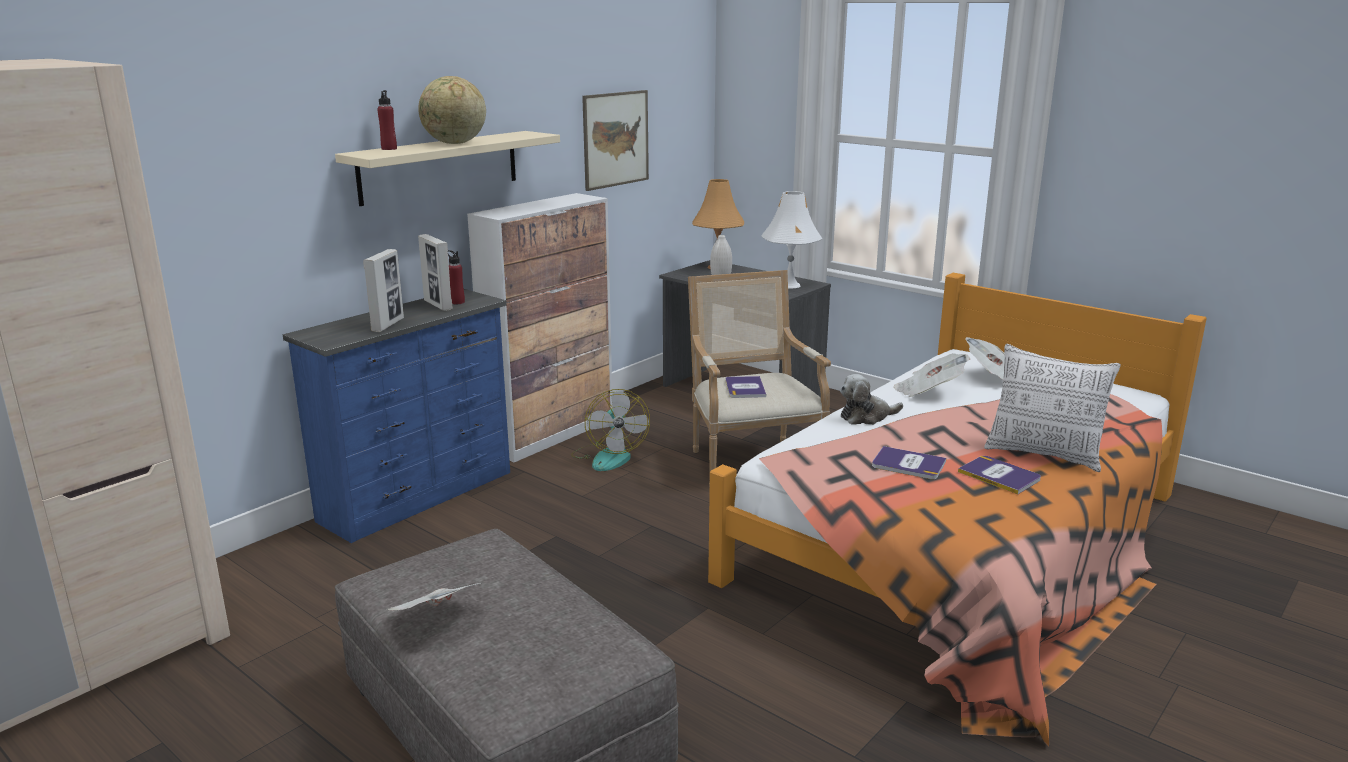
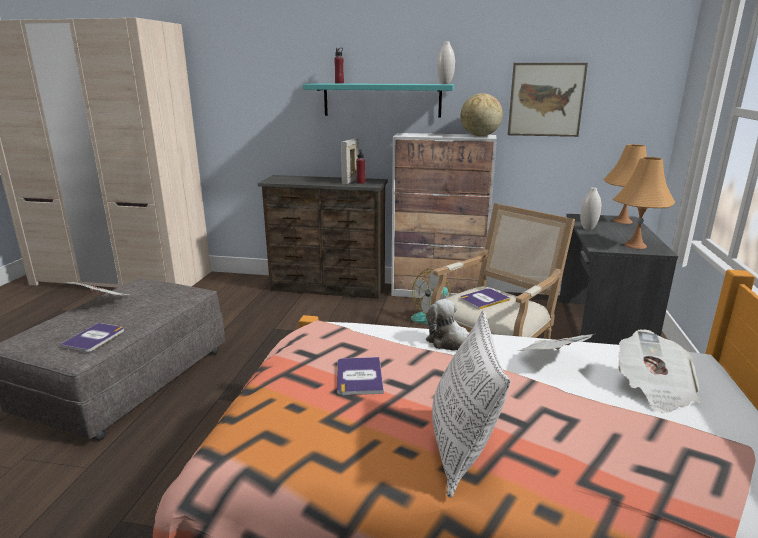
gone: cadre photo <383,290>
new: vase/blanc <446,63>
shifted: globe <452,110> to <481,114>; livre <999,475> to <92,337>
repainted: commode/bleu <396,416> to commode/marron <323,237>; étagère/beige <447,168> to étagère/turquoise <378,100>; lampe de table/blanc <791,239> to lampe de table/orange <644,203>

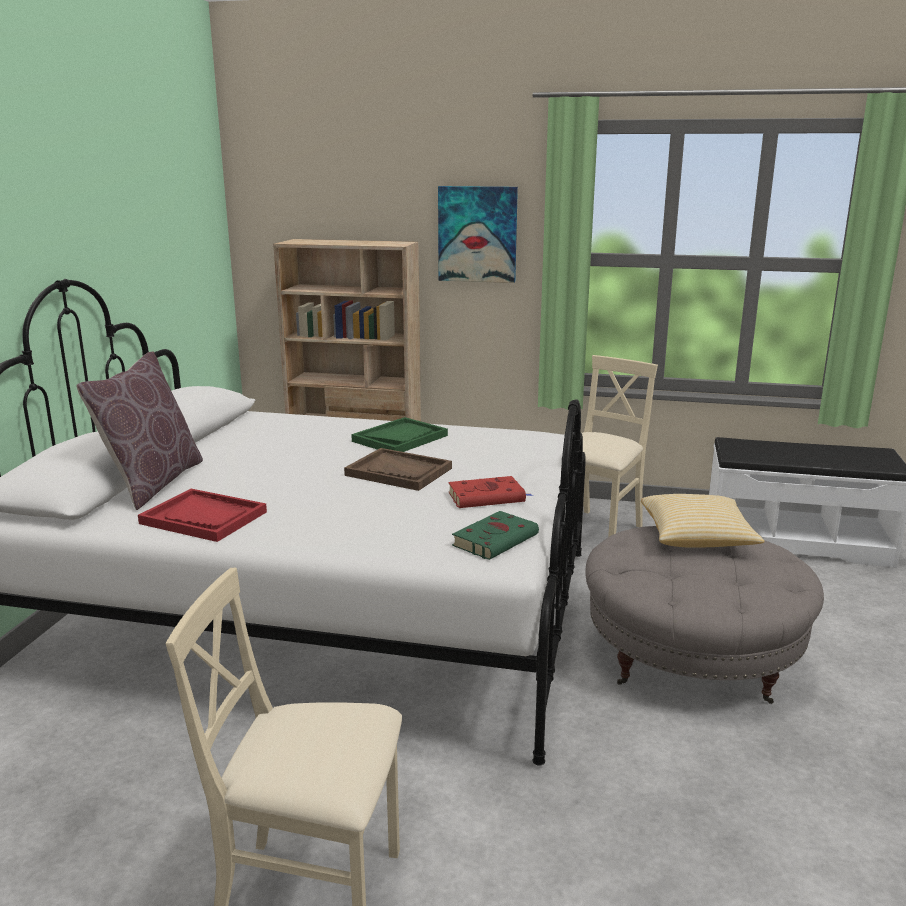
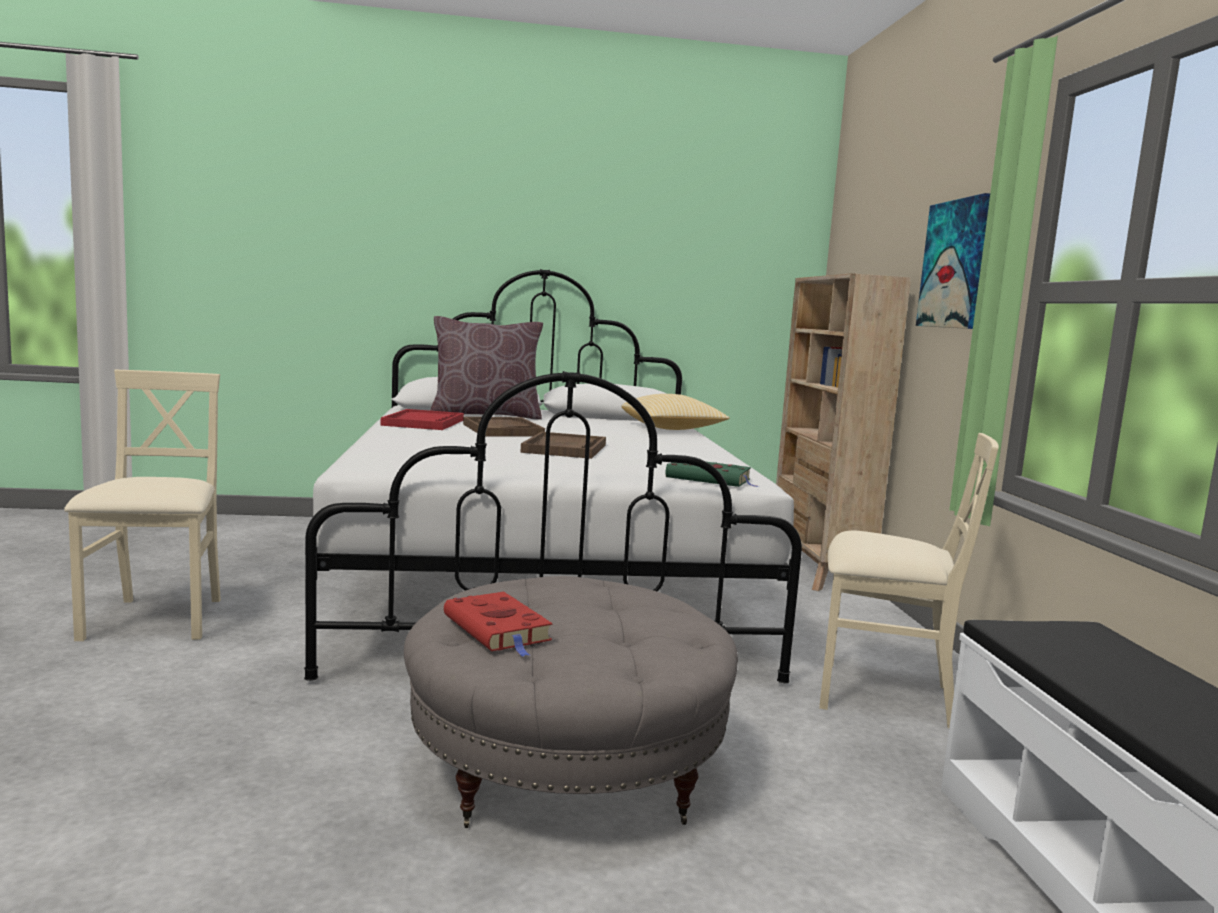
gone: plateau/vert <399,434>
new: plateau/marron <504,426>
shifted: livre/rouge <490,492> to <498,624>; livre/vert <495,535> to <711,474>; coussin <703,521> to <676,412>

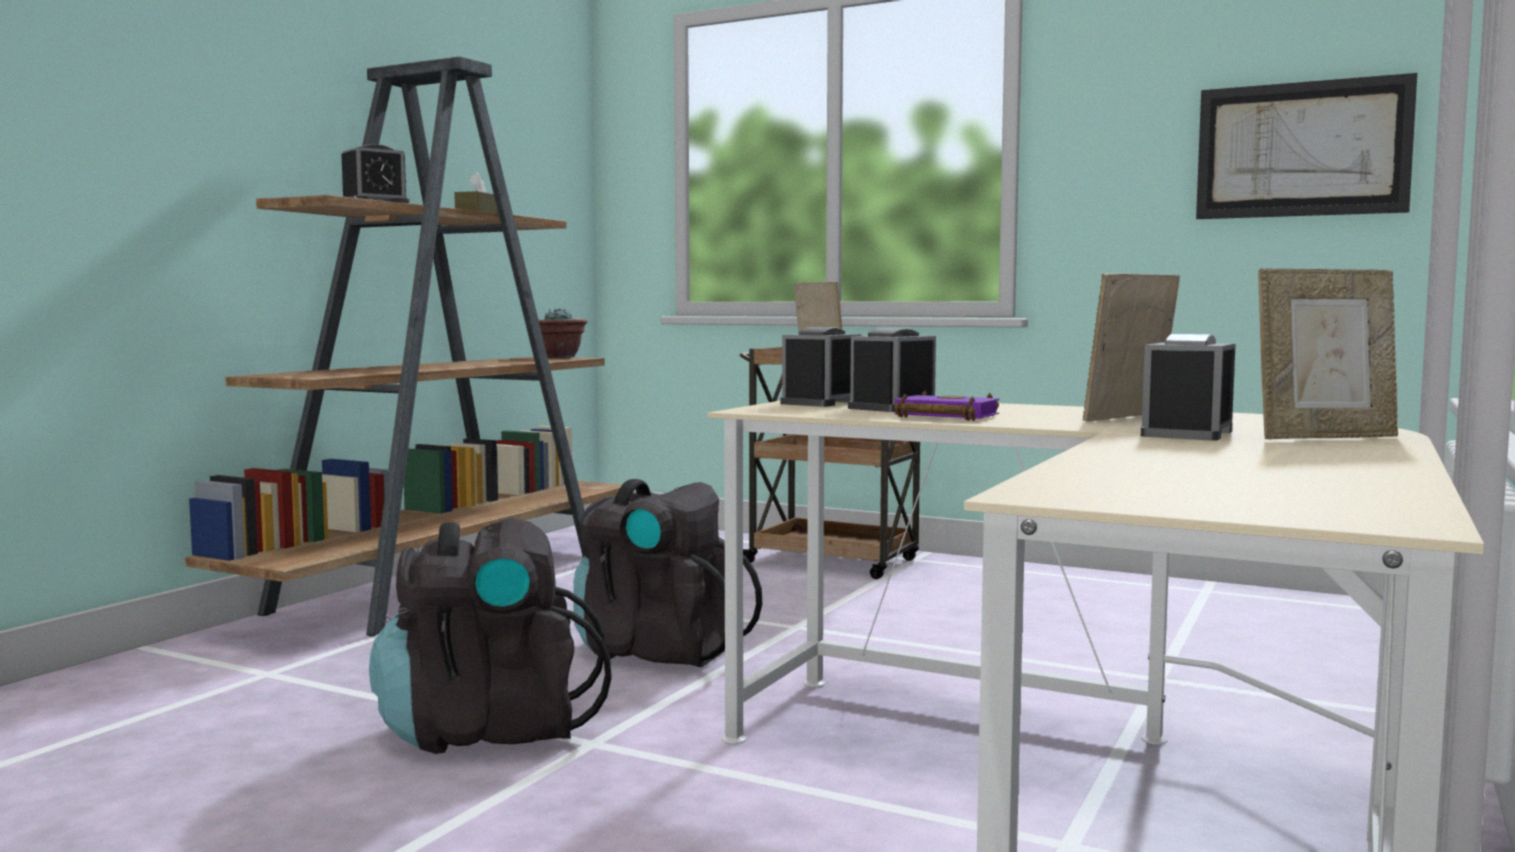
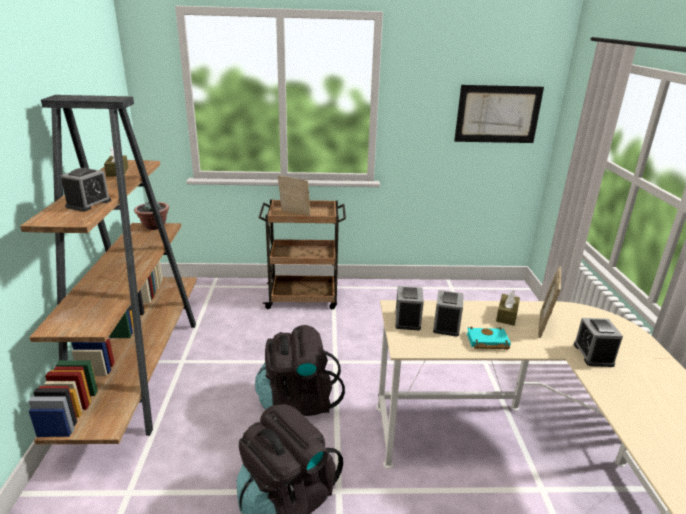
gone: cadre photo <1328,354>
new: boîte à mouchoirs/marron <508,308>
repainted: livre/violet <947,405> to livre/turquoise <489,338>

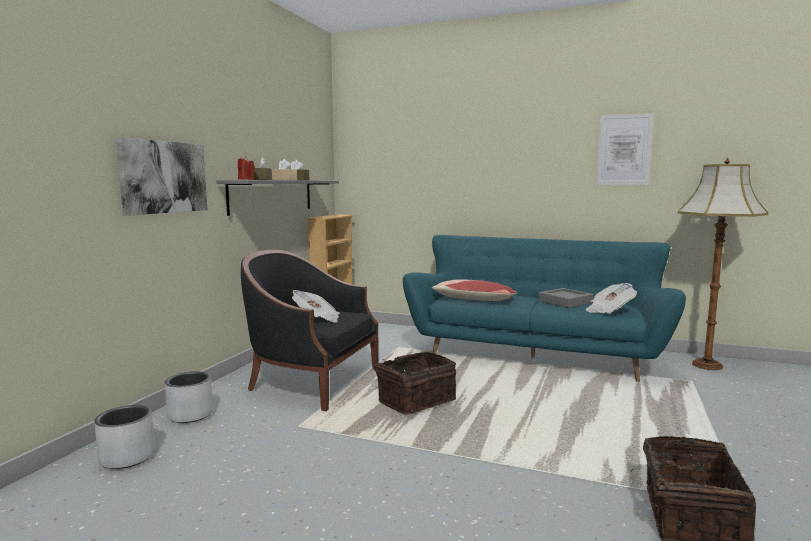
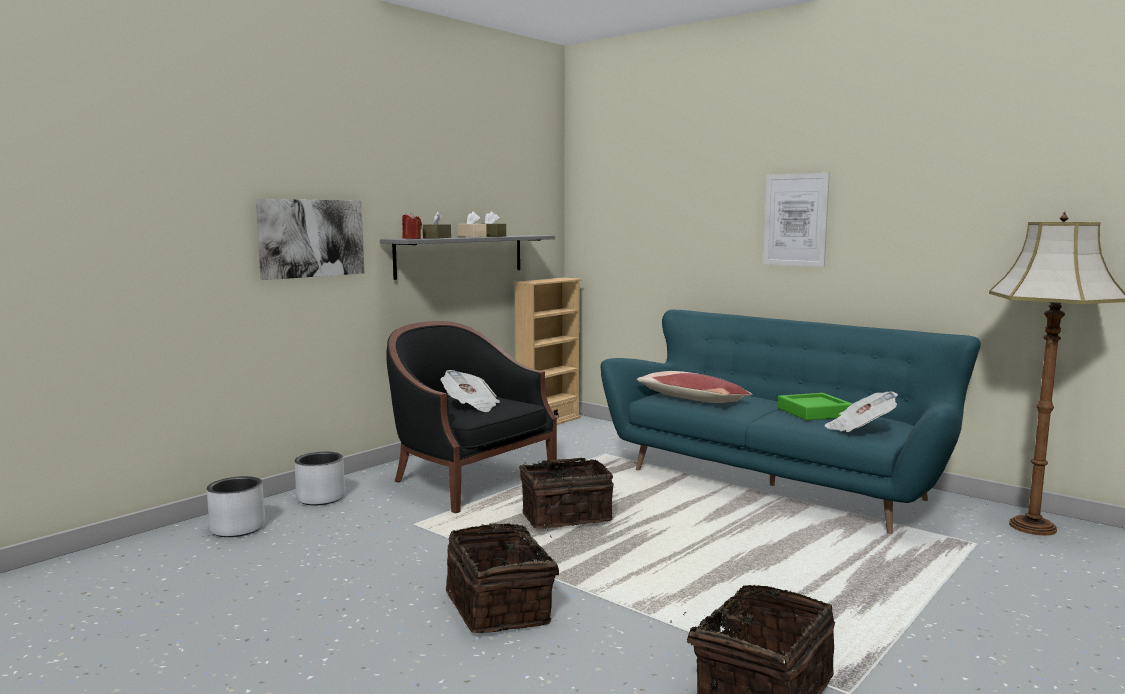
new: panier <502,578>
shifted: tableau <625,149> to <796,220>
repainted: plateau/gris <566,298> to plateau/vert <815,406>

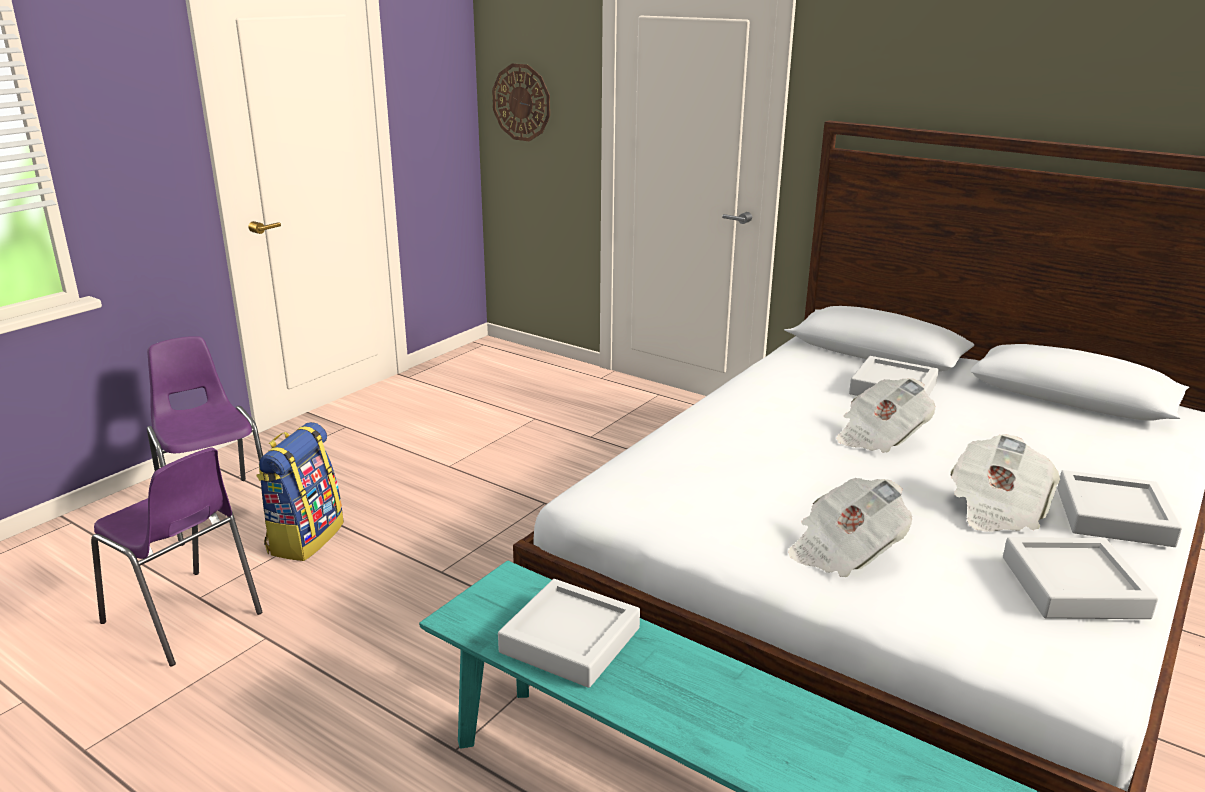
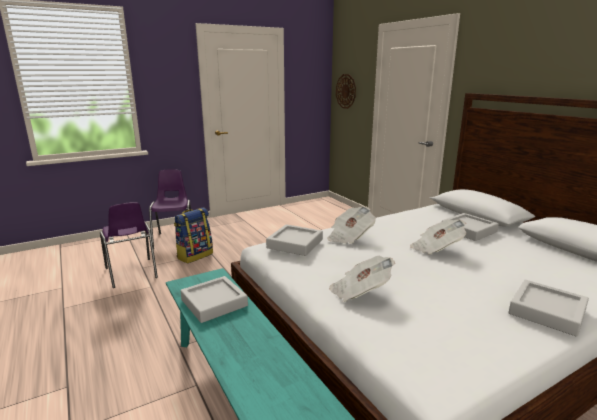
shifted: journal <1005,483> to <351,225>; plateau/gris <1080,578> to <294,240>

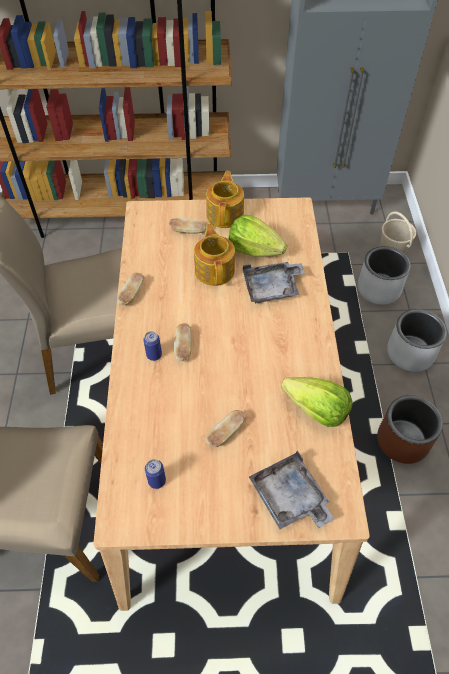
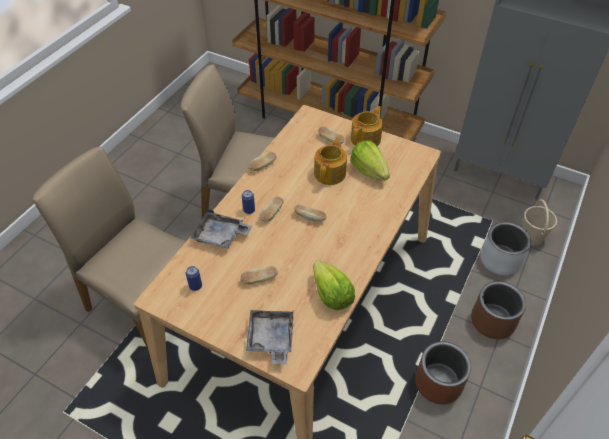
new: pain <310,213>
shifted: plateau/gris <274,282> to <221,229>
repainted: cache-pot/gris <417,340> to cache-pot/marron <498,310>

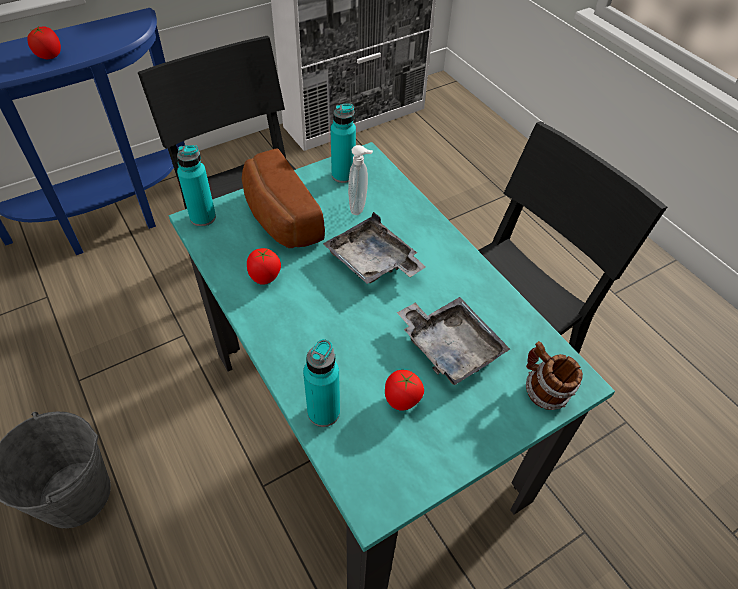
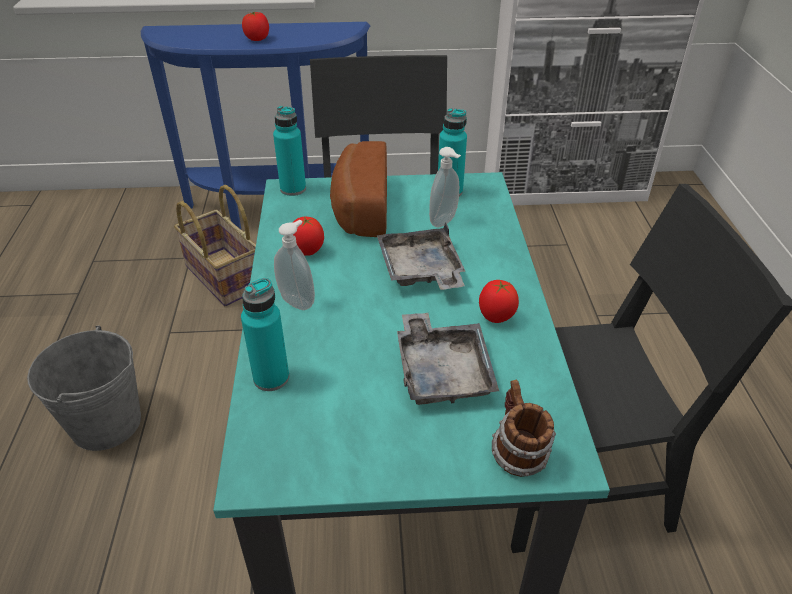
new: panier <215,245>; distributeur de savon <294,265>
shifted: tomate <404,390> to <499,301>

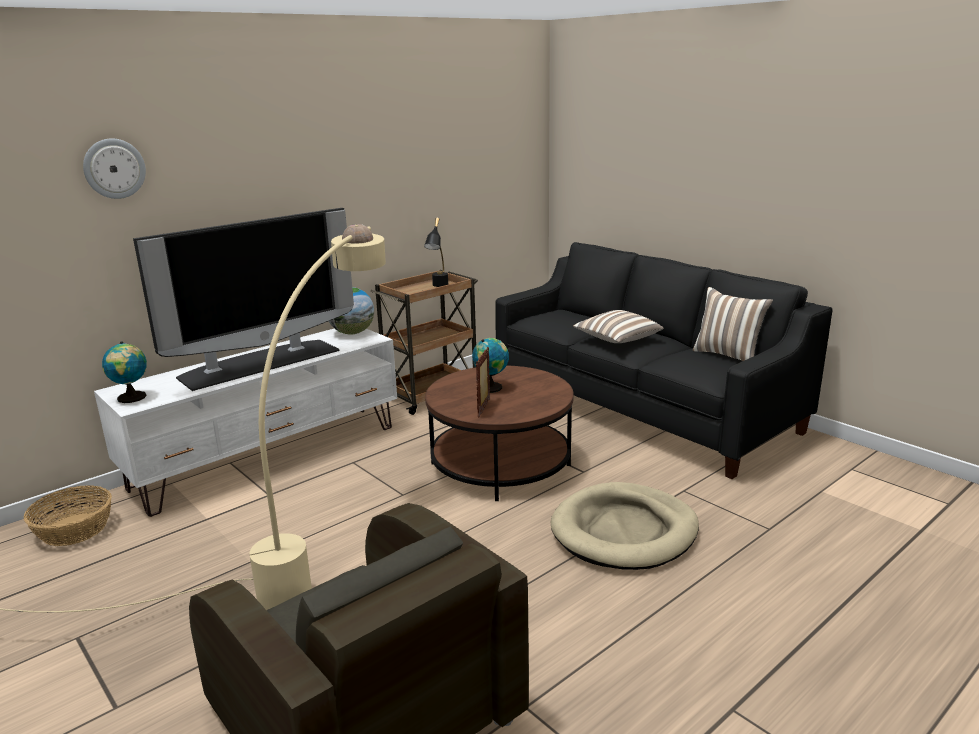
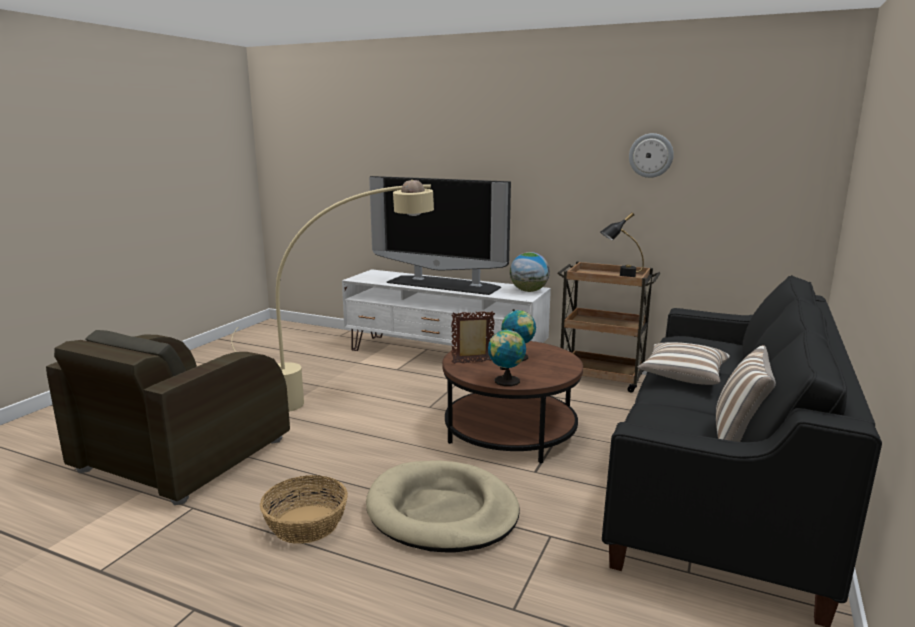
shifted: panier <68,516> to <304,509>; horloge murale <114,168> to <651,155>; globe <124,372> to <507,357>

